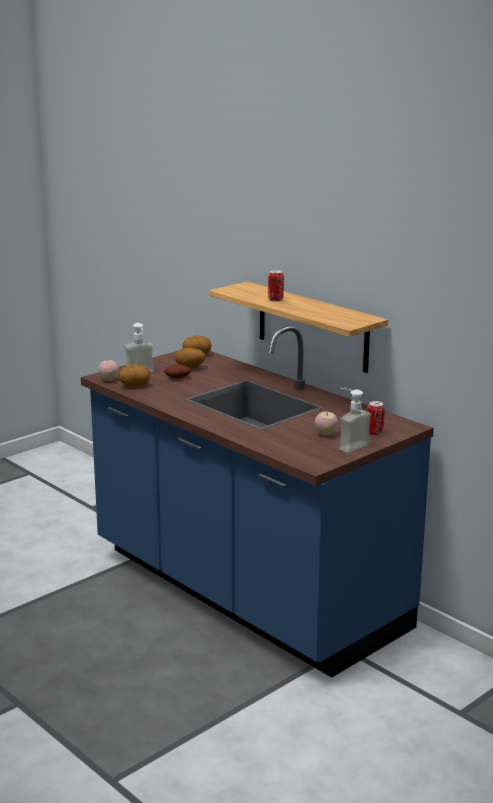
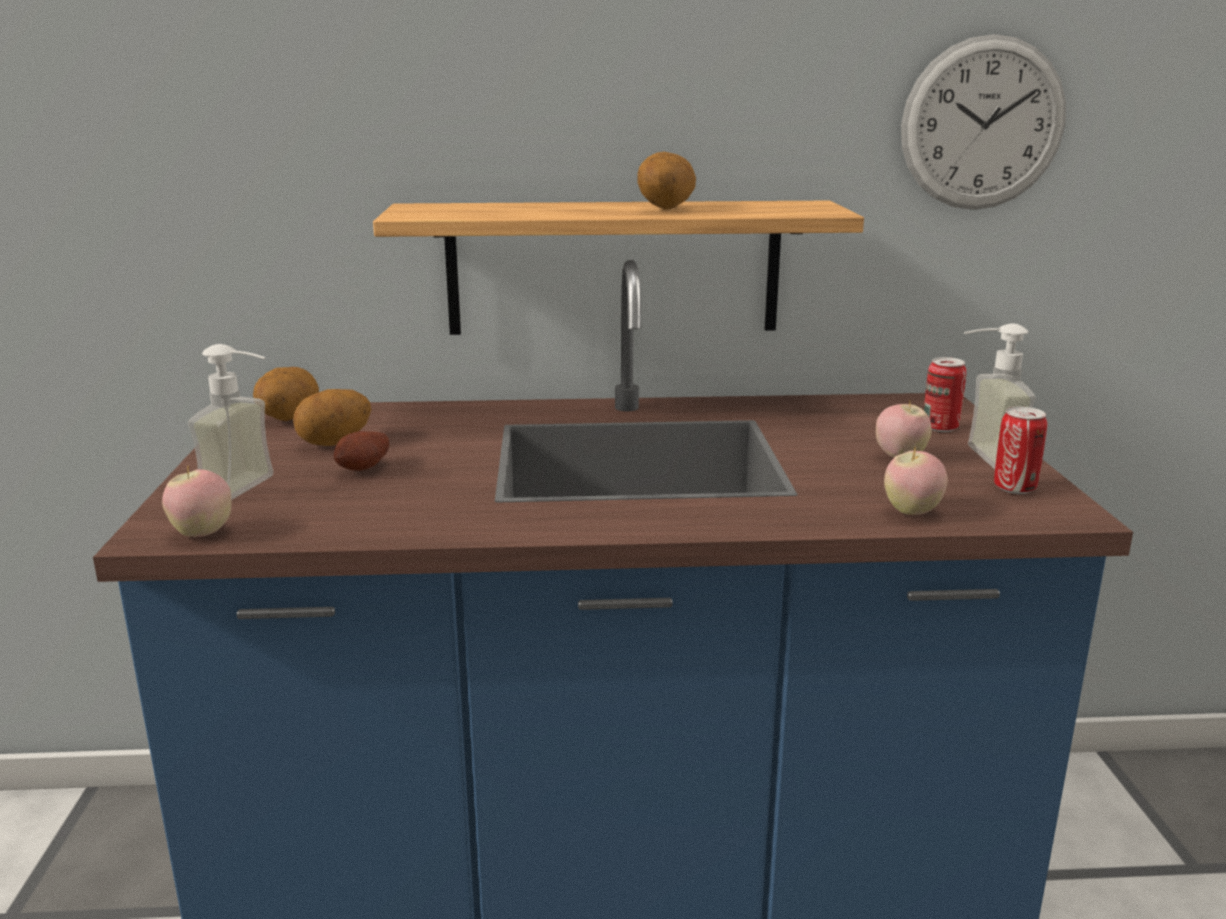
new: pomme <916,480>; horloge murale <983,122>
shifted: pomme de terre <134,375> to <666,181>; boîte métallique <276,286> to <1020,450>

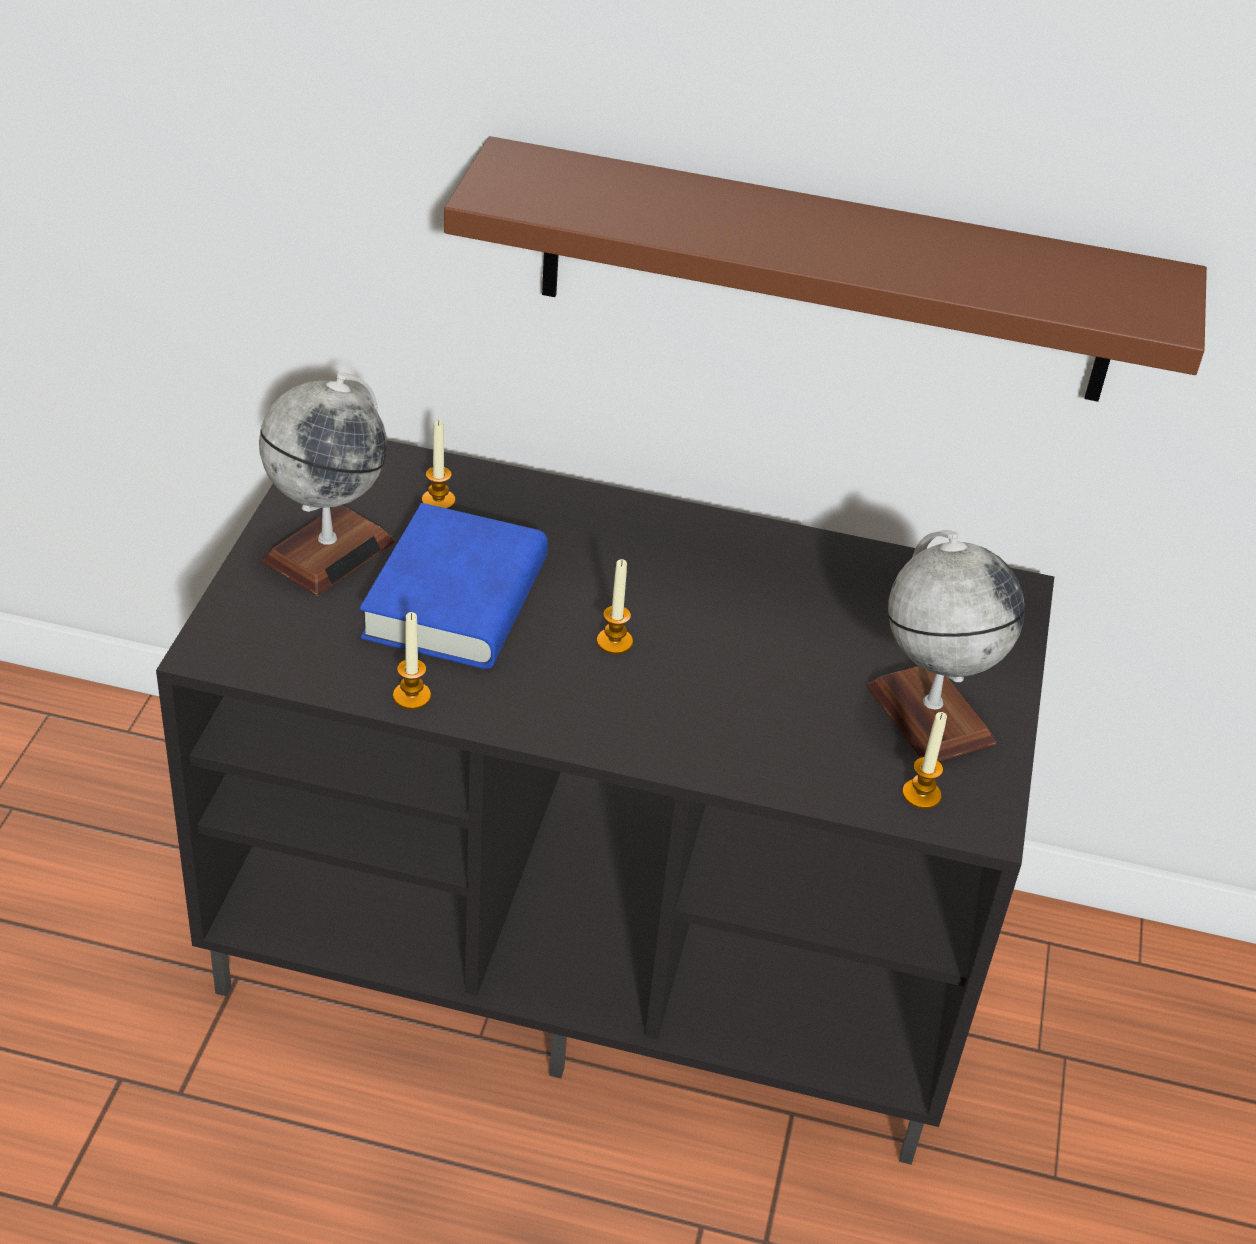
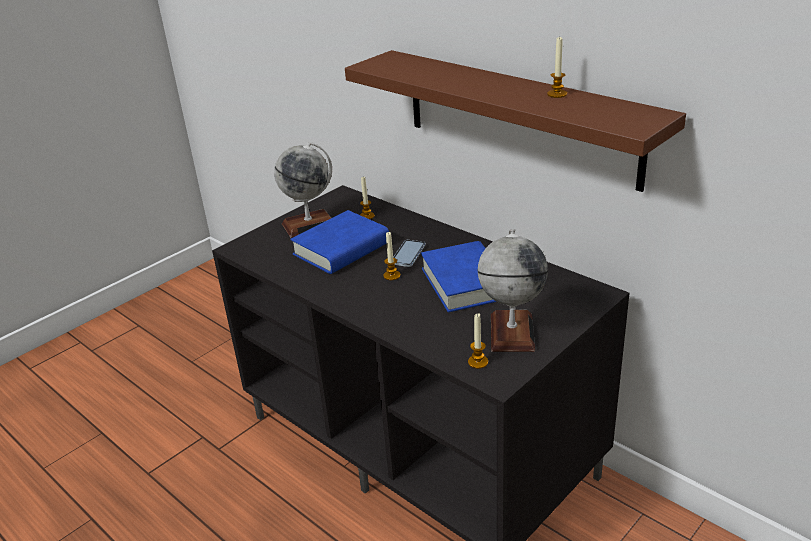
new: téléphone <409,253>; livre/bleu <459,276>
shifted: bougie <412,661> to <557,67>

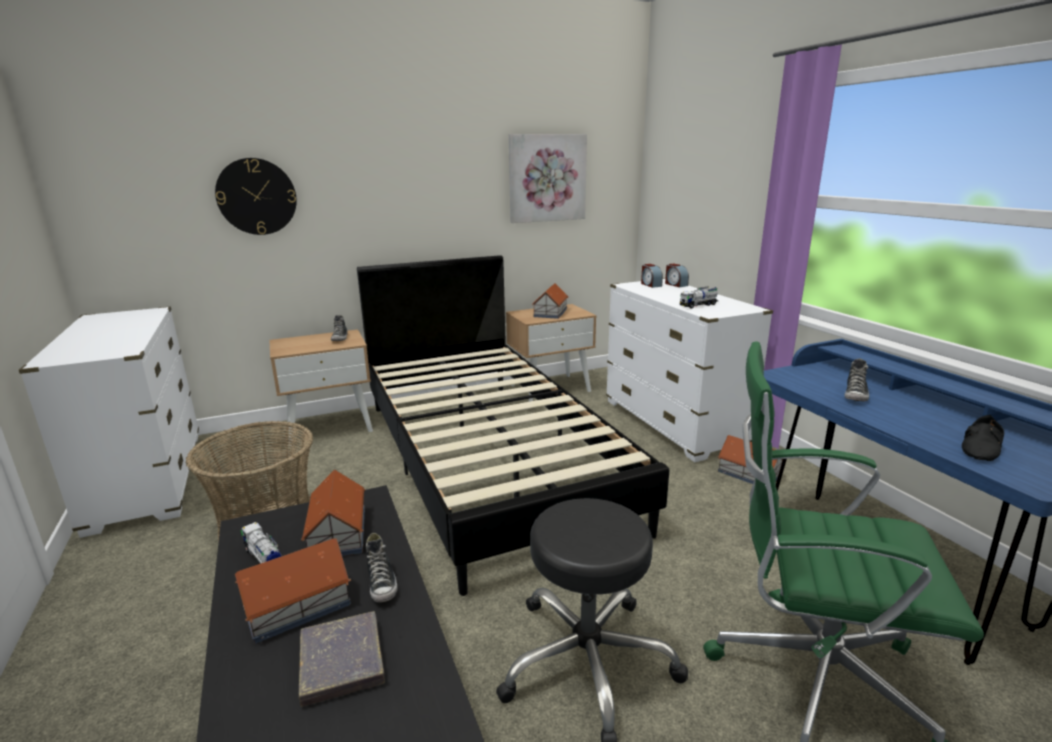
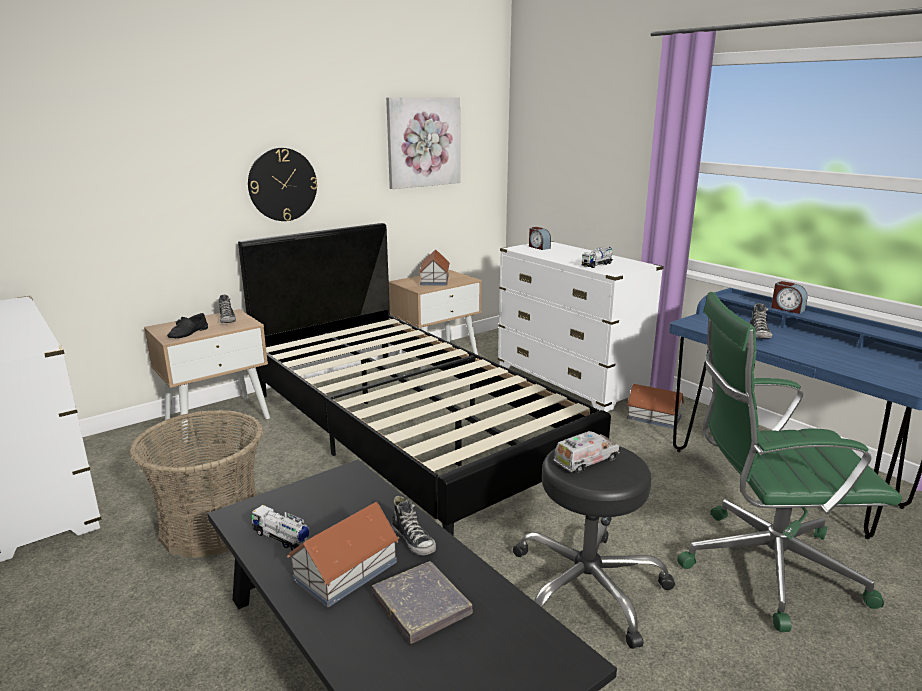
gone: maison miniature <333,512>
new: camion jouet <586,452>
shifted: horloge murale <256,196> to <283,184>; réveil <677,275> to <789,297>; chaussure/noir <983,438> to <187,325>

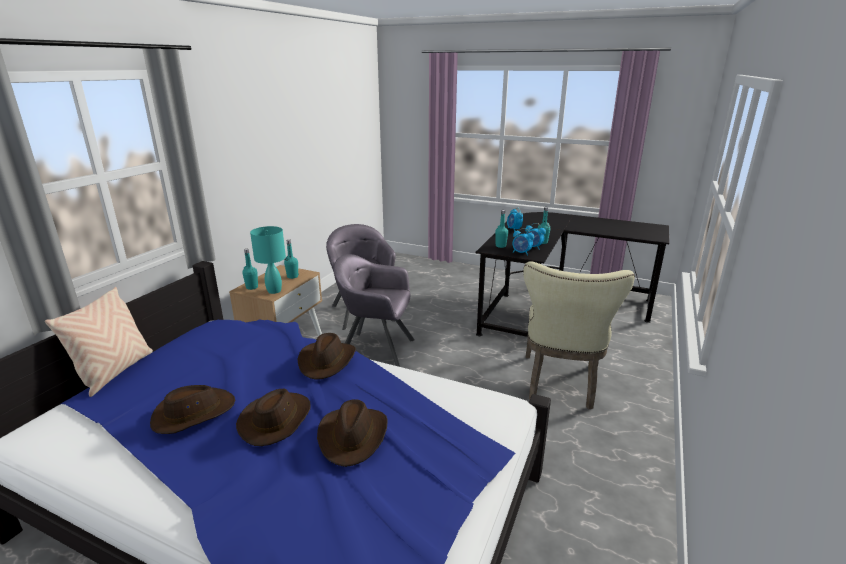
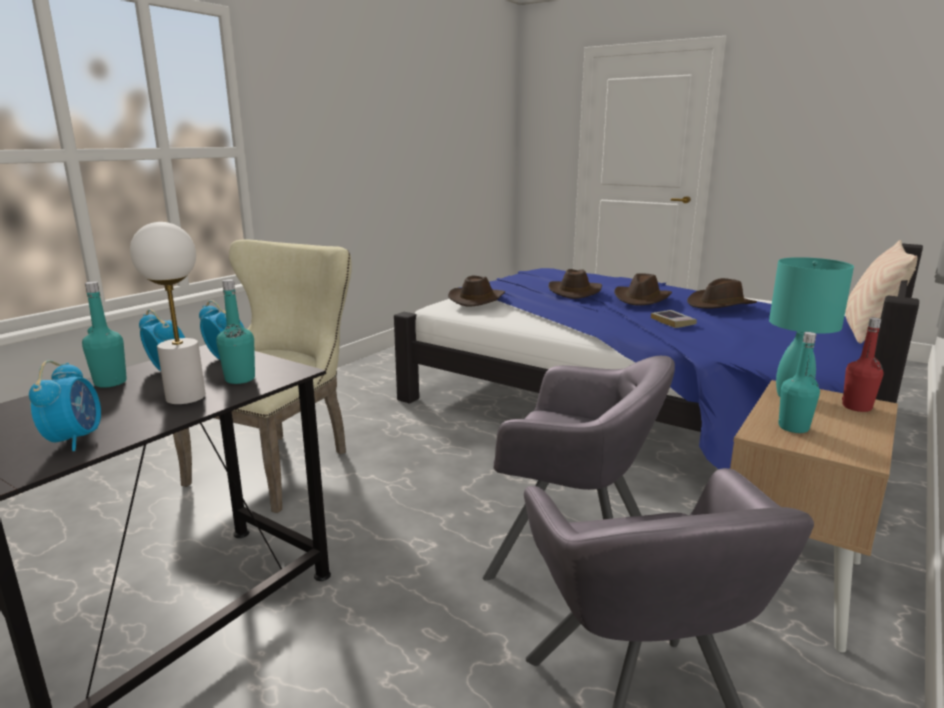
new: lampe de table/blanc <168,313>; livre <674,319>
shifted: chapeau/marron <326,356> to <476,291>
repainted: bouteille/turquoise <250,269> to bouteille/rouge <862,365>

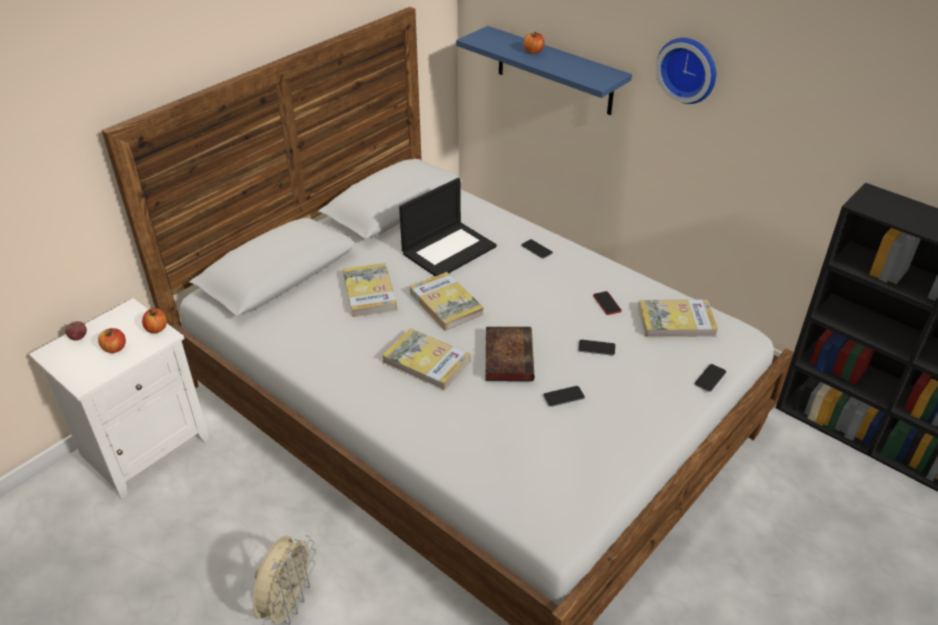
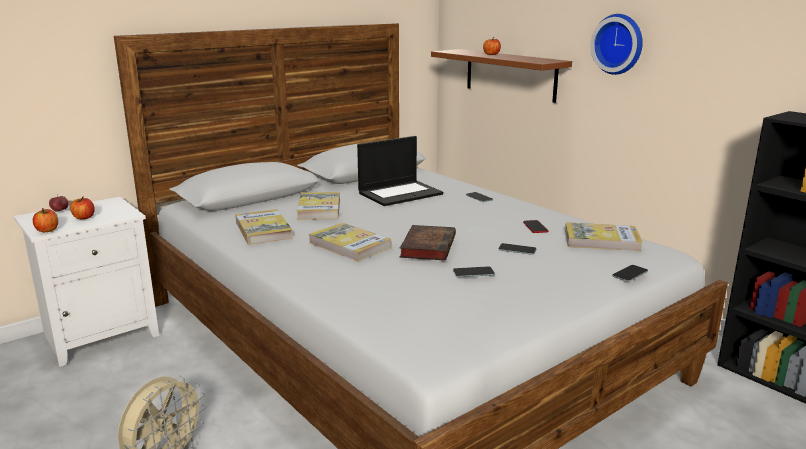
shifted: pomme <154,320> to <45,220>; livre <447,301> to <264,227>
repainted: étagère/bleu <544,70> to étagère/marron <501,76>

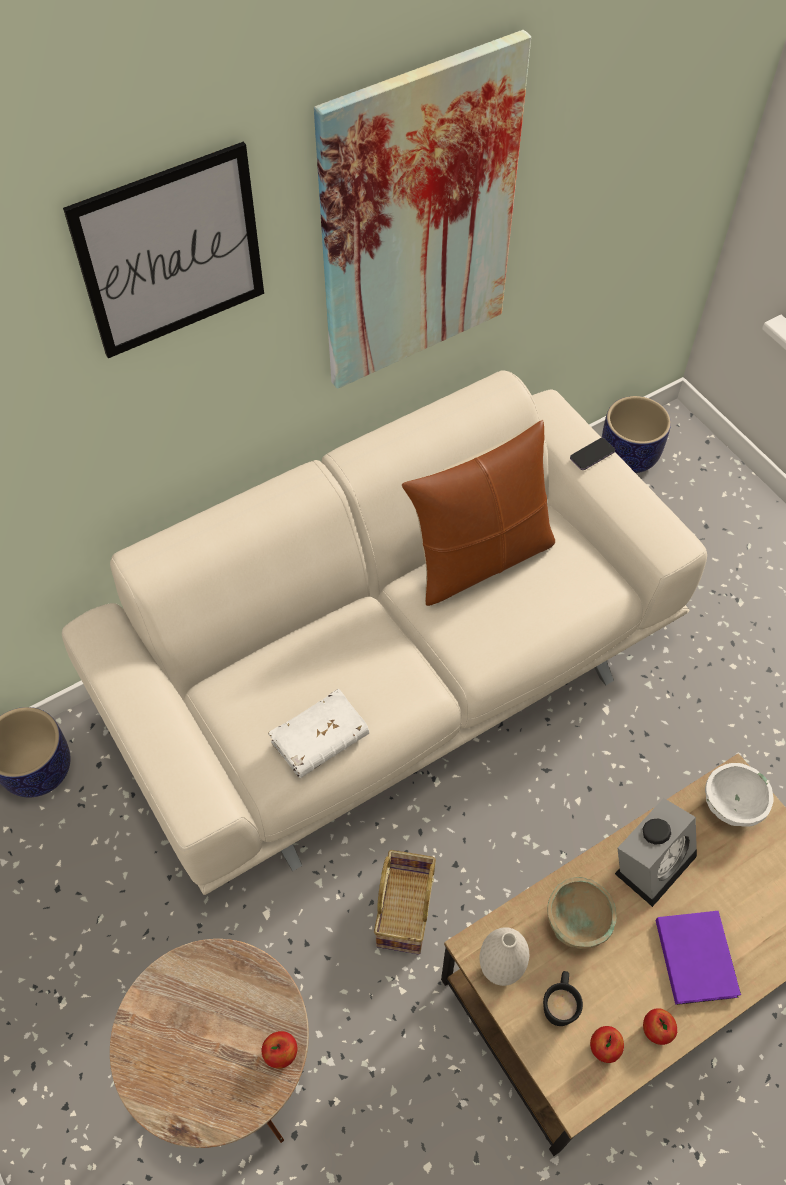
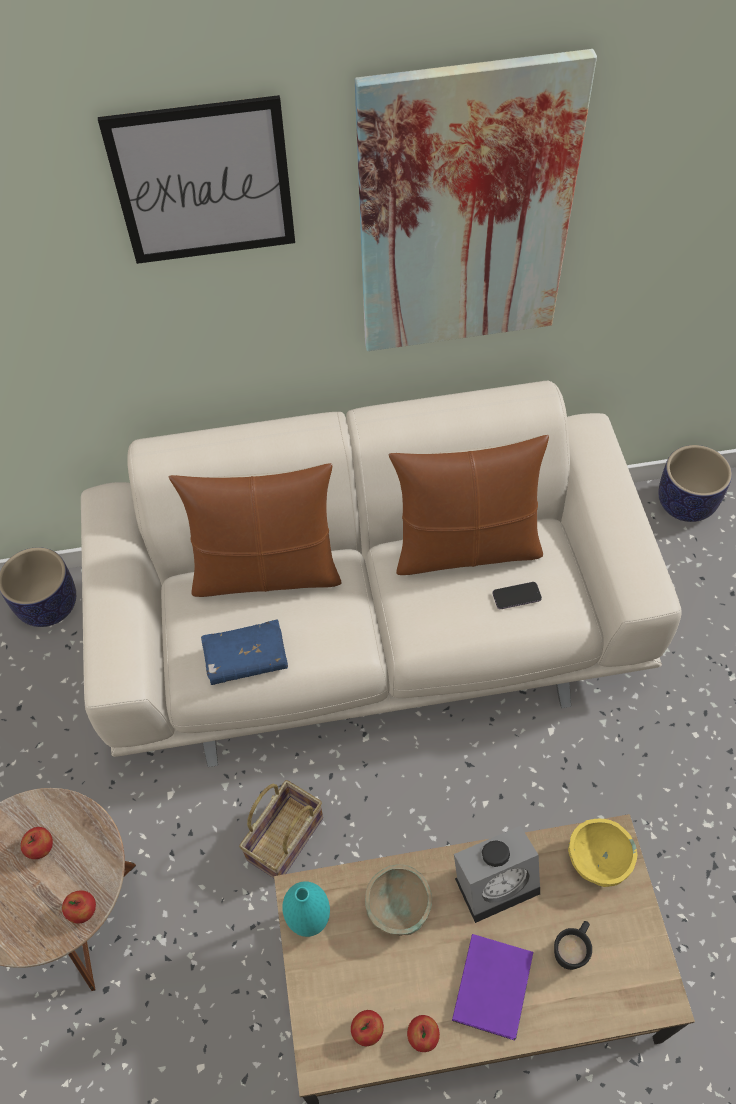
new: pomme <37,843>; coussin/marron <255,530>
shifted: mug/noir <563,998> to <573,945>; téléphone <592,454> to <517,595>
repainted: livre/blanc <318,733> to livre/bleu <244,652>; vase/blanc <504,956> to vase/turquoise <306,909>; bol/blanc <739,795> to bol/jaune <602,853>

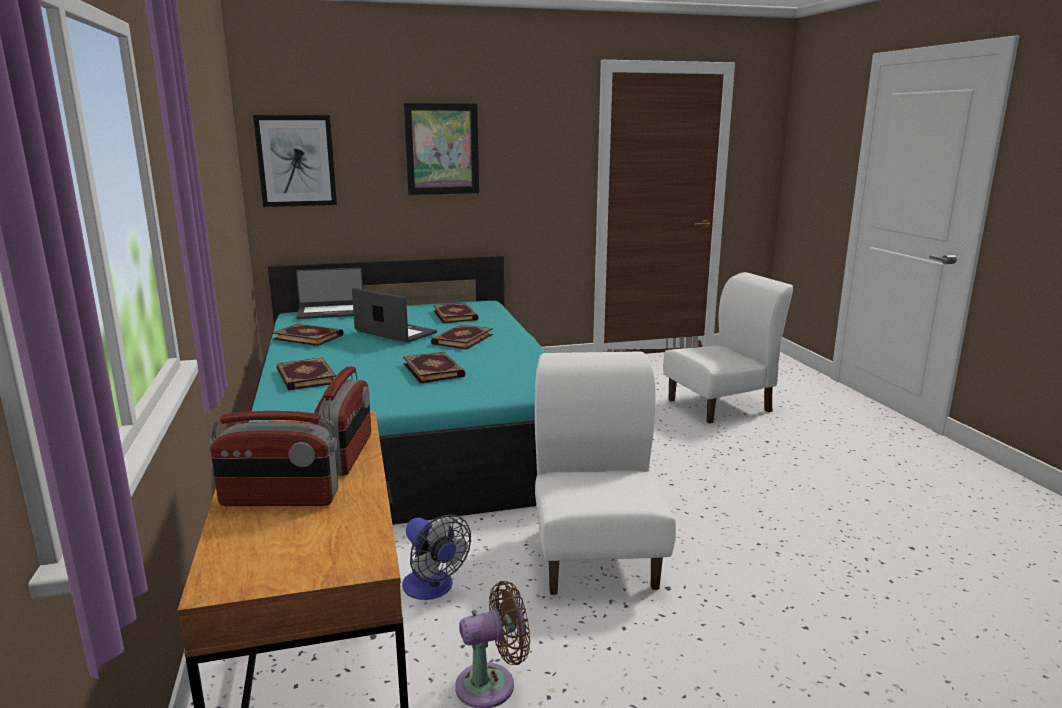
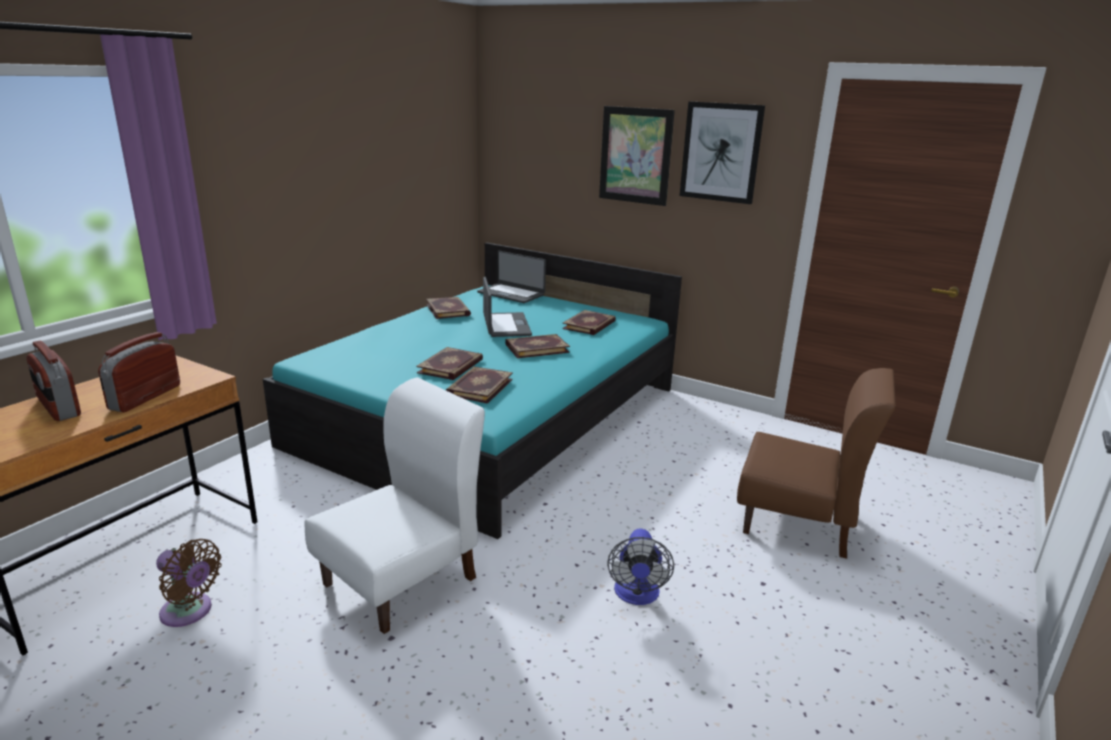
shifted: tableau <295,161> to <722,152>; livre <306,373> to <479,385>; ventilateur <436,557> to <640,567>
repainted: chaise/blanc <728,347> to chaise/marron <816,463>
rotated: radio <342,421> = <139,372> 150 degrees clockwise

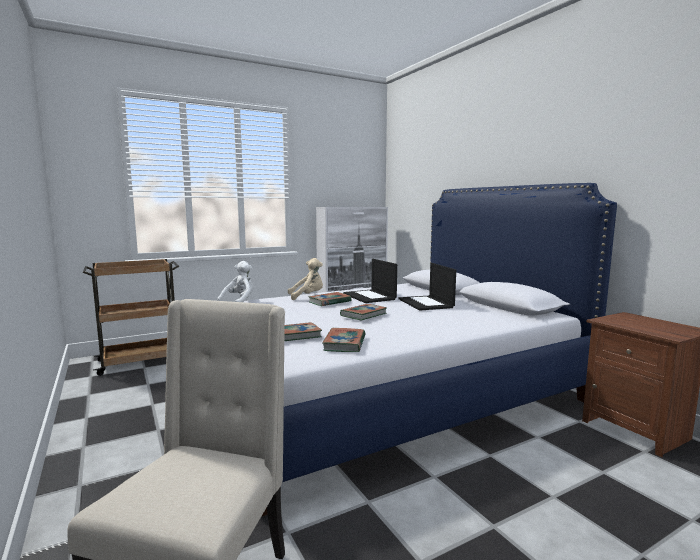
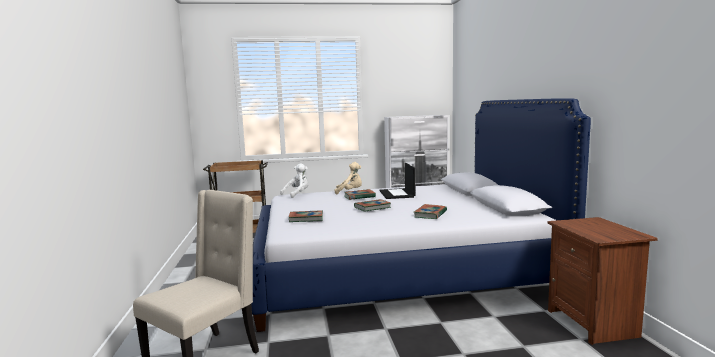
gone: ordinateur portable <427,287>
shifted: livre <343,340> to <430,211>

